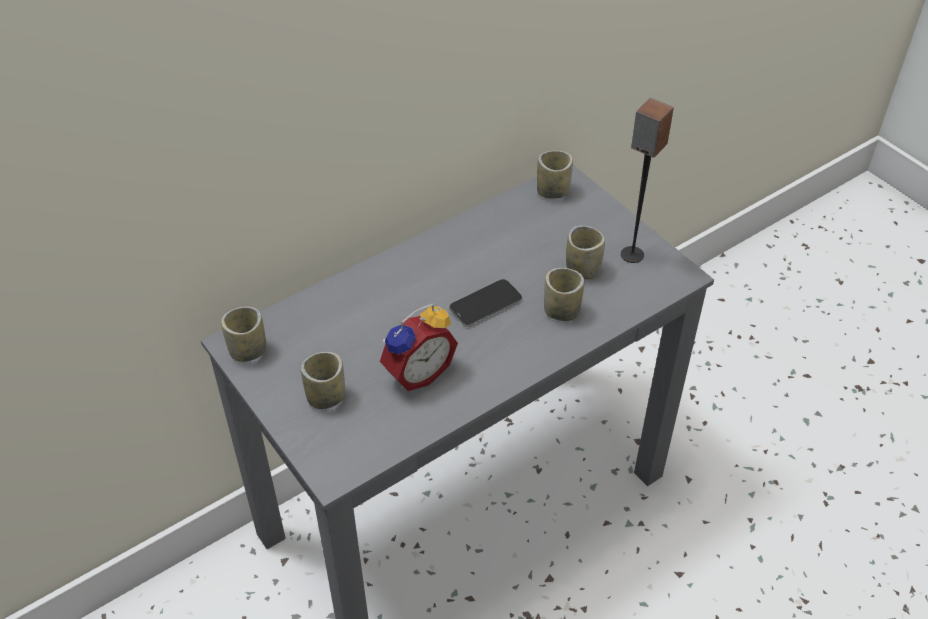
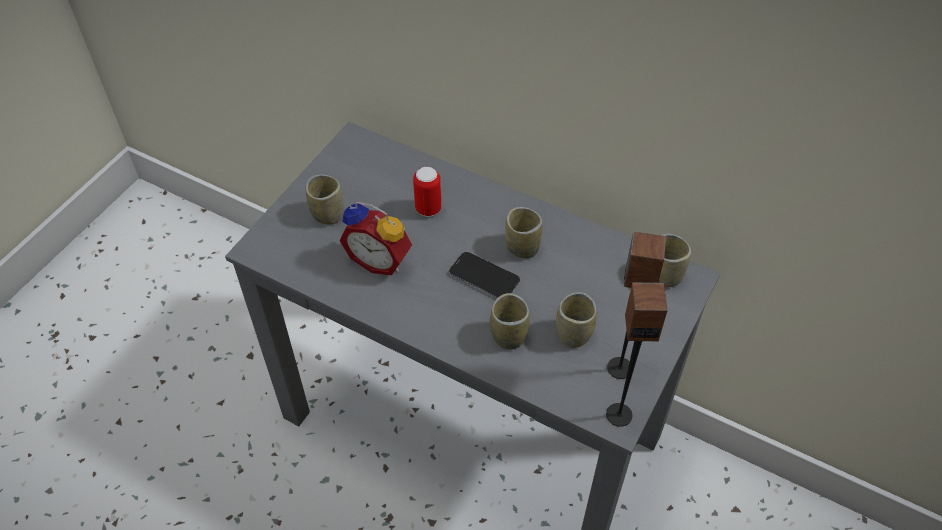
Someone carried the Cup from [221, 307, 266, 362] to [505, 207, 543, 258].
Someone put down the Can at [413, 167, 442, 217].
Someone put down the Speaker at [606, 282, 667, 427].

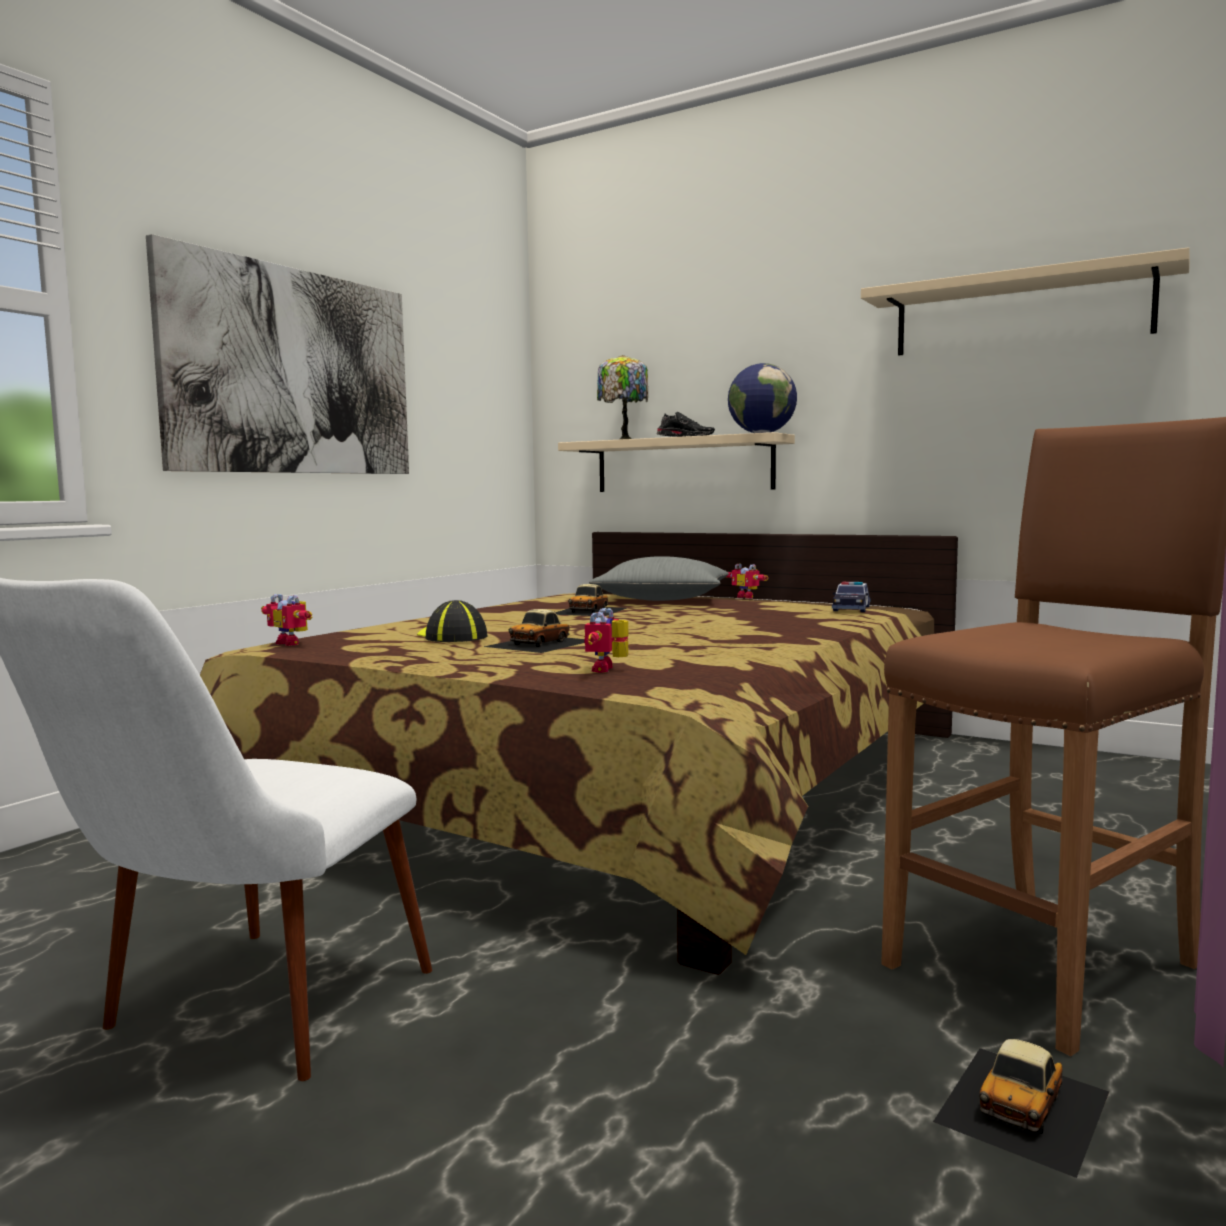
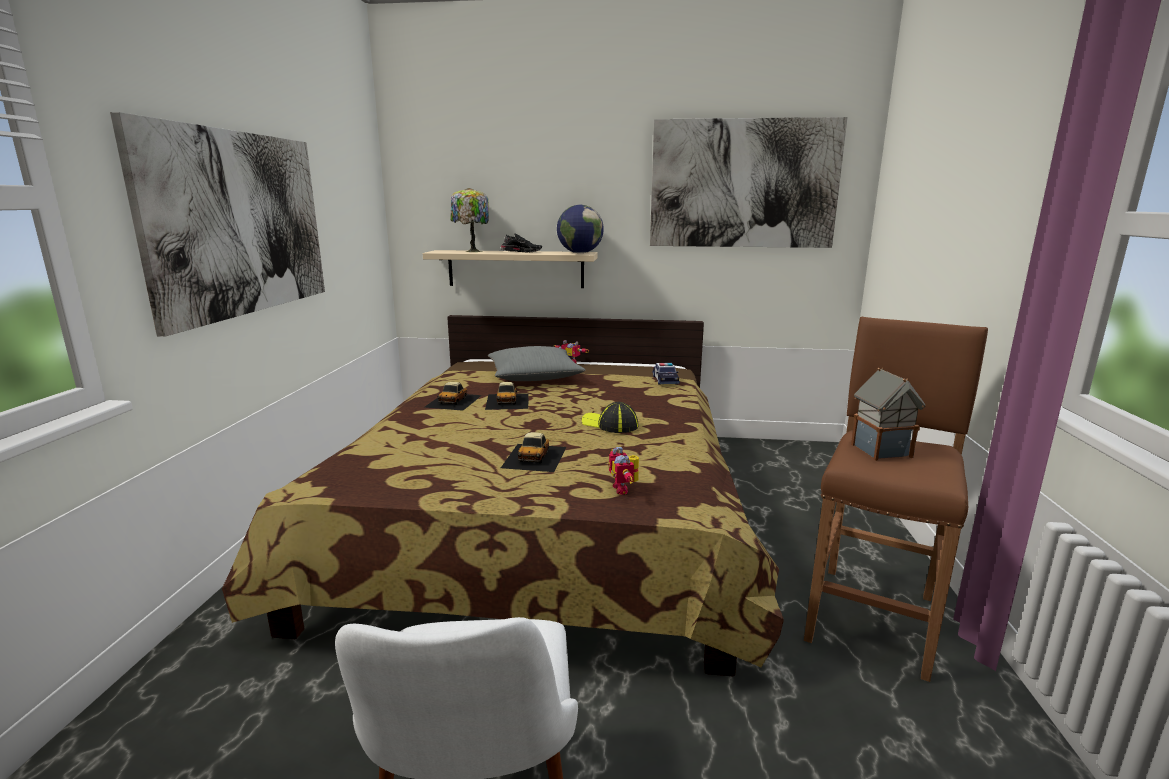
Someone swapped the BeigeShelf at [861, 247, 1190, 356] for the Picture at [650, 117, 848, 248].
Someone took away the ToyRobot at [261, 594, 313, 646].
Someone carried the Cap from [417, 600, 487, 642] to [582, 402, 638, 433].
Someone carried the ToyCar from [933, 1039, 1109, 1178] to [424, 382, 482, 411].
Someone put down the ToyHouse at [851, 368, 925, 461].

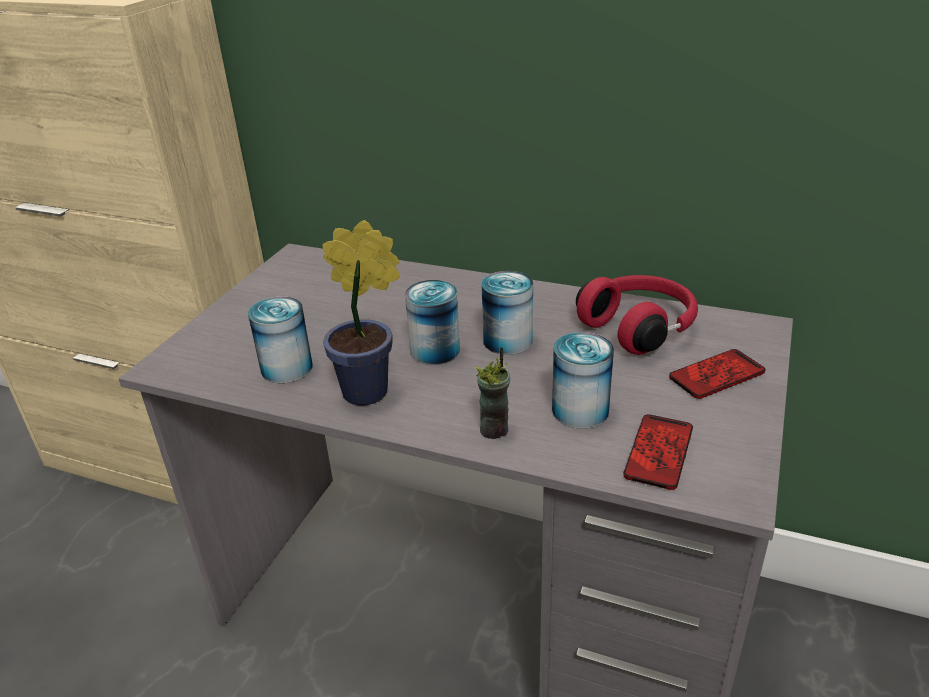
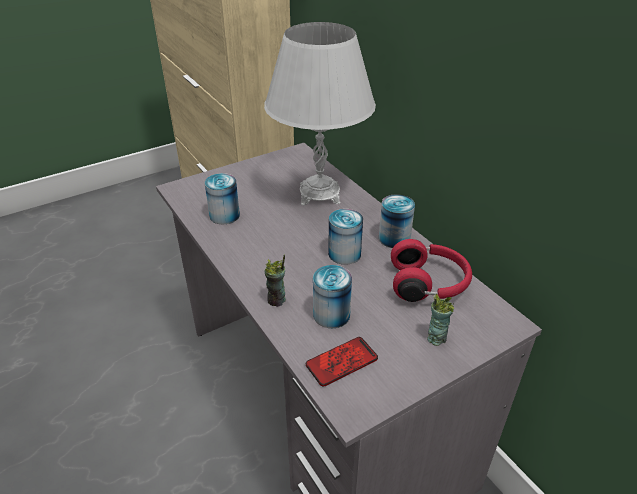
Someone took away the PottedPlant at [322, 220, 400, 405].
Someone carried the Can from [405, 280, 460, 365] to [379, 194, 415, 248].
Someone swapped the Phone at [669, 349, 765, 399] for the Cup at [427, 294, 454, 346].
Someone put down the WhiteTableLamp at [264, 22, 376, 205].

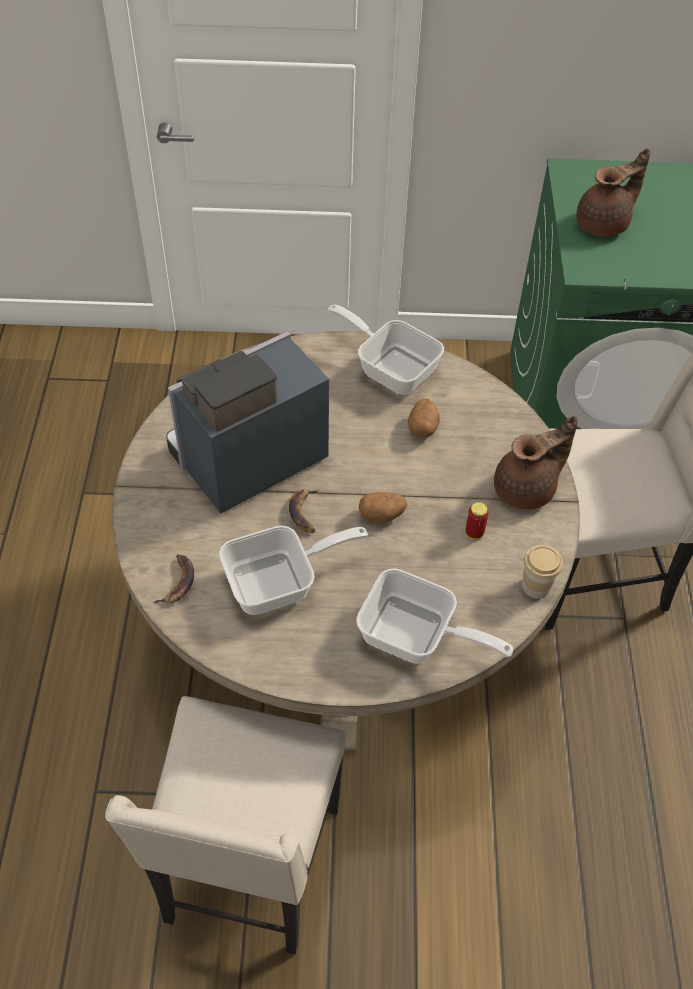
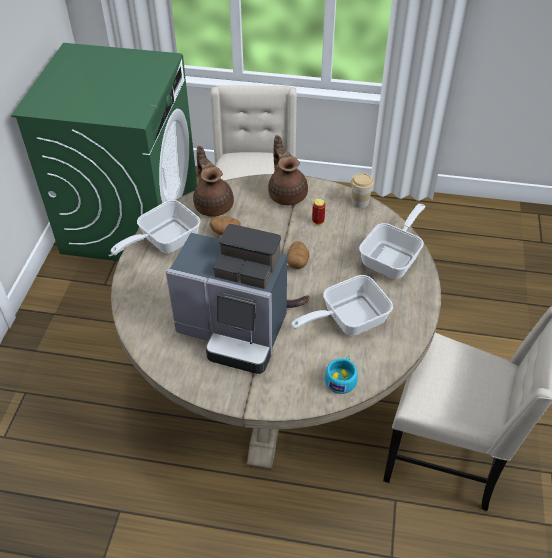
Someone carried the BrownTeapot from [576, 148, 650, 237] to [193, 146, 234, 217].
Someone rotated the CoffeeMachine at [166, 331, 329, 514] by 45 degrees counterclockwise.
Someone rotated the FryingPan at [219, 526, 368, 615] by 105 degrees counterclockwise.
Someone swapped the Banana at [152, 555, 194, 603] for the TurquoiseCup at [325, 356, 358, 394].

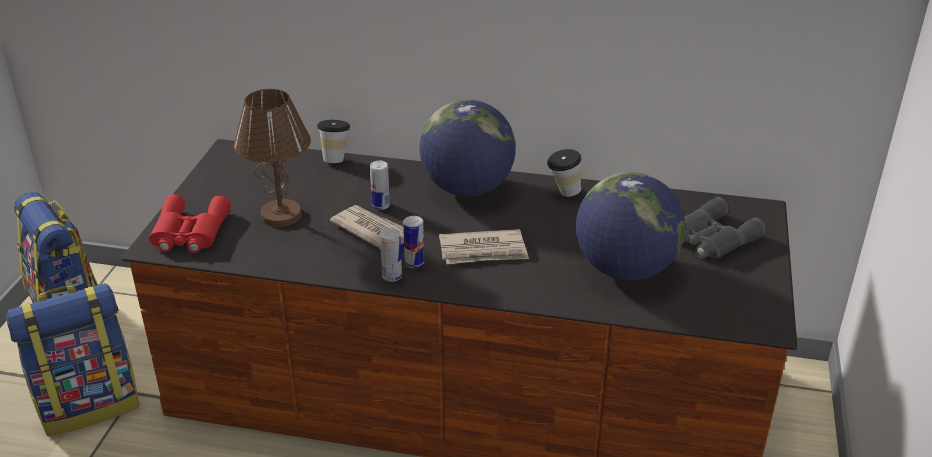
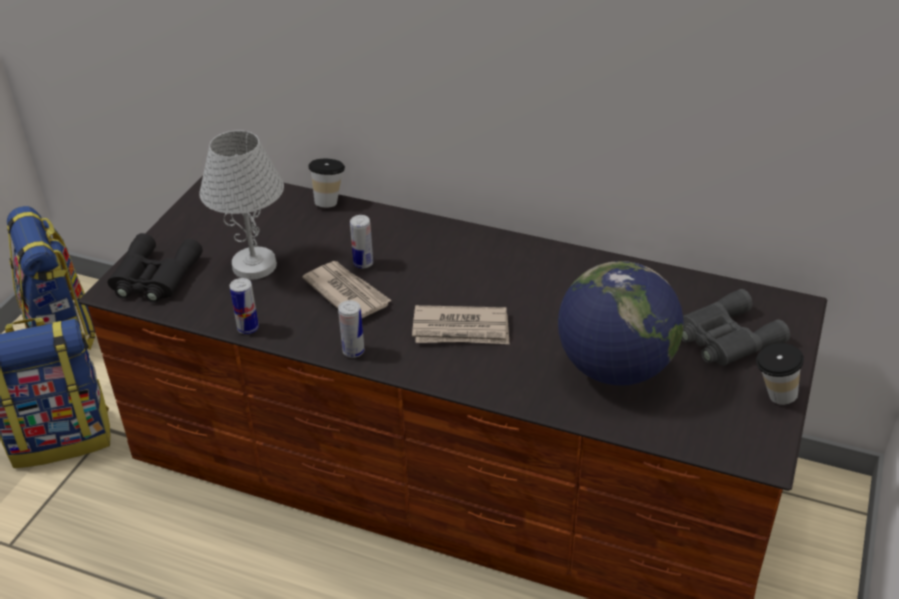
Someone repainted the BrownTableLamp at [234, 89, 311, 227], which became the WhiteTableLamp at [199, 130, 284, 280].
Someone took away the Globe at [419, 100, 516, 197].
Someone carried the Cup from [547, 149, 581, 197] to [756, 343, 804, 405].
Someone repainted the RedBinoculars at [149, 194, 231, 253], which became the BlackBinoculars at [108, 233, 203, 303].
Someone carried the Can from [403, 216, 424, 268] to [230, 278, 259, 334].

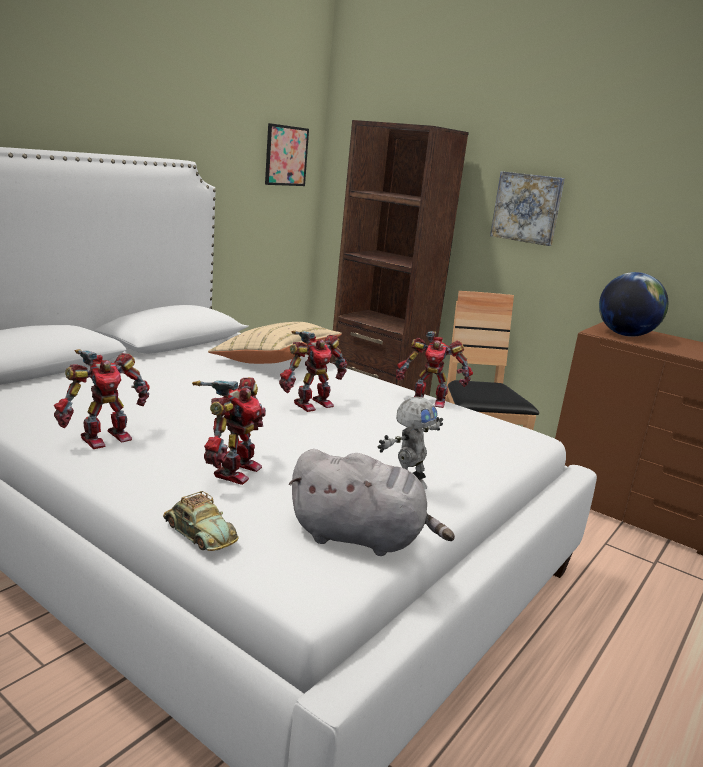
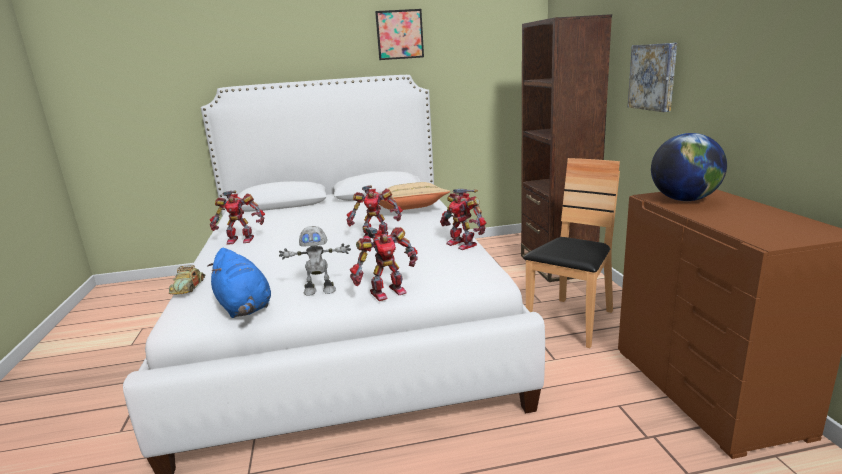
Someone carried the Picture from [265, 123, 309, 186] to [375, 9, 424, 60].
Someone carried the ToyRobot from [192, 377, 266, 485] to [350, 226, 417, 301].
Someone repainted the GreyPlushToy at [289, 449, 455, 556], which became the BluePlushToy at [207, 248, 271, 318].

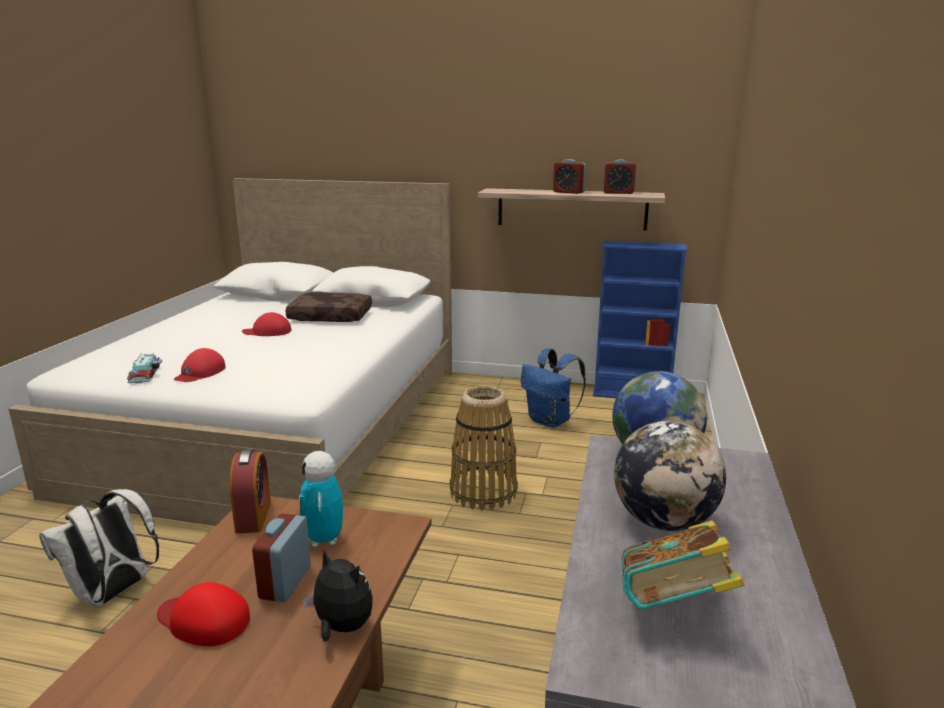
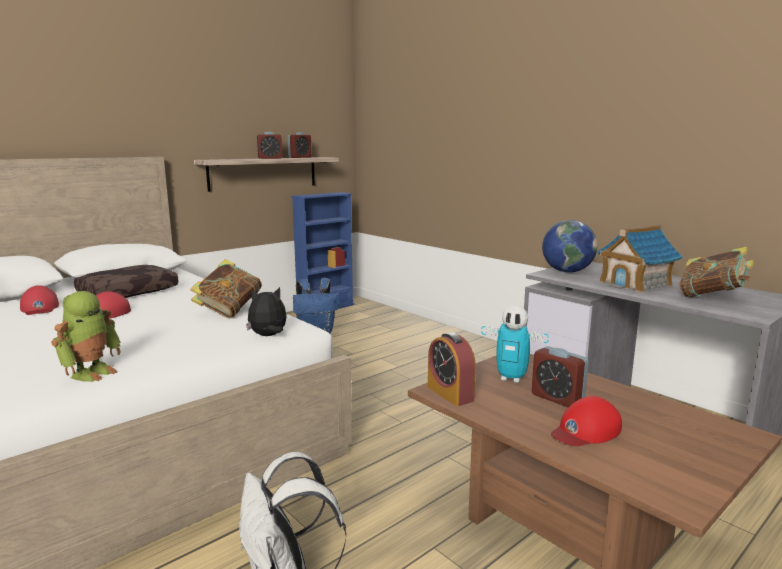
Someone carried the RedCap from [174, 348, 226, 382] to [20, 285, 59, 315].
Someone swapped the ToyCar at [127, 353, 163, 384] for the ToyRobot at [51, 291, 121, 382].
Someone took away the Basket at [450, 386, 518, 510].
Someone swapped the Globe at [614, 421, 726, 531] for the ToyHouse at [597, 225, 683, 292].
Someone rotated the AlarmClock at [230, 449, 271, 534] by 150 degrees counterclockwise.
Someone carried the PlushToy from [303, 550, 373, 642] to [246, 287, 287, 336].
Someone put down the Book at [190, 259, 262, 318].

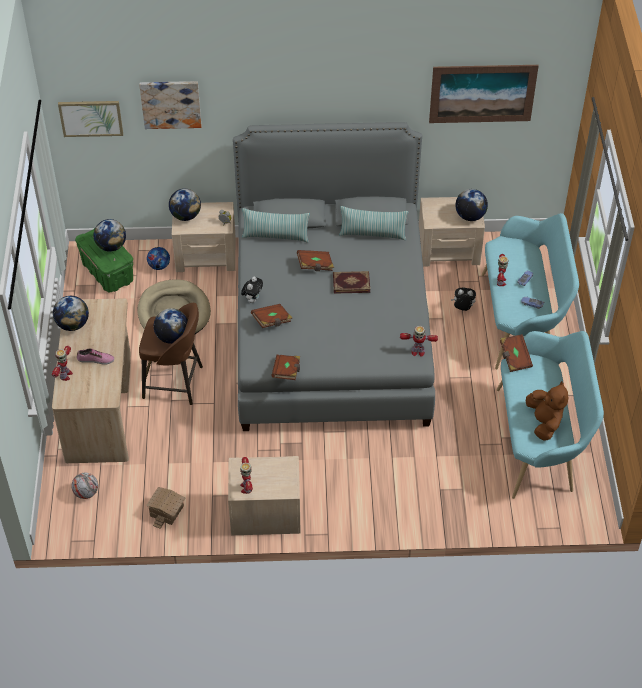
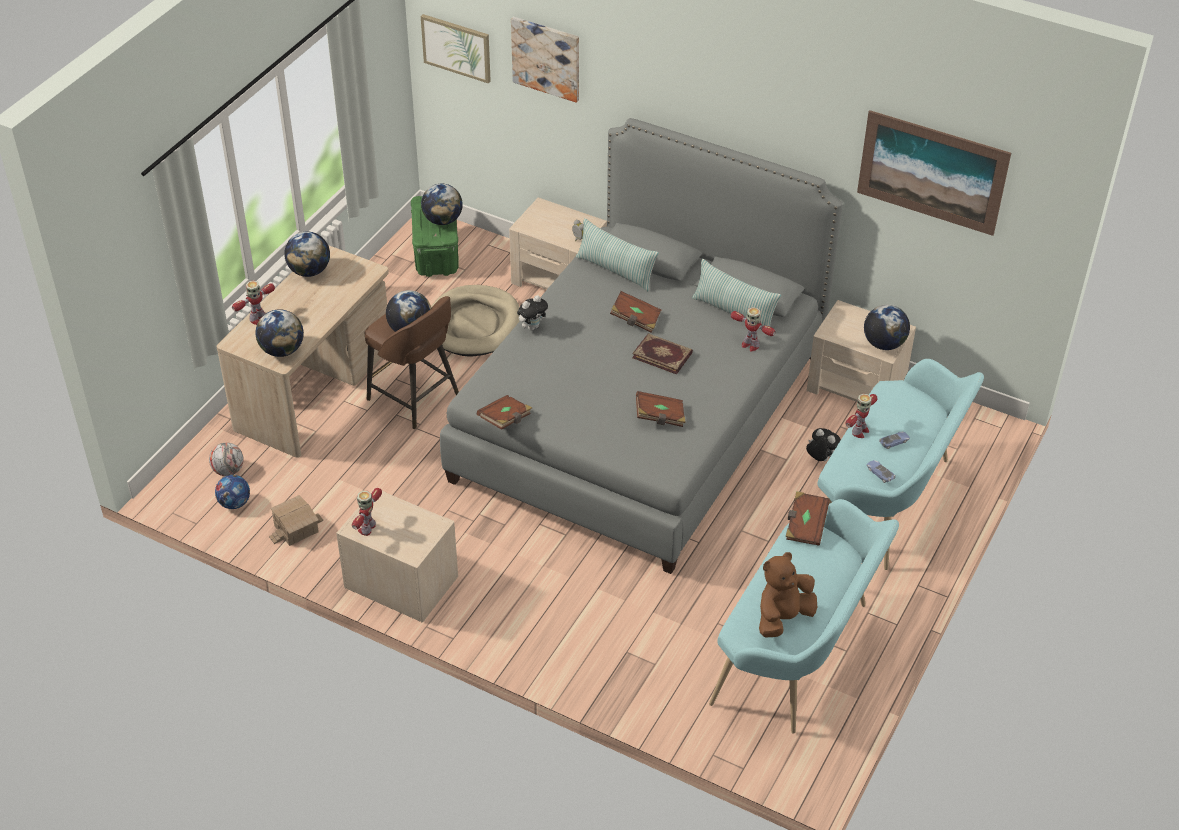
Someone carried the Globe from [169, 189, 201, 221] to [256, 309, 304, 357].
Someone carried the Football from [147, 247, 170, 270] to [215, 475, 250, 509].
Someone carried the BrownBook from [251, 304, 292, 328] to [636, 391, 686, 427].
Someone carried the ToyRobot from [400, 326, 438, 357] to [731, 307, 776, 352].
Someone took away the Shoe at [77, 348, 114, 364].
Someone rotated the BrownPlushToy at [526, 381, 568, 440] by 150 degrees counterclockwise.

